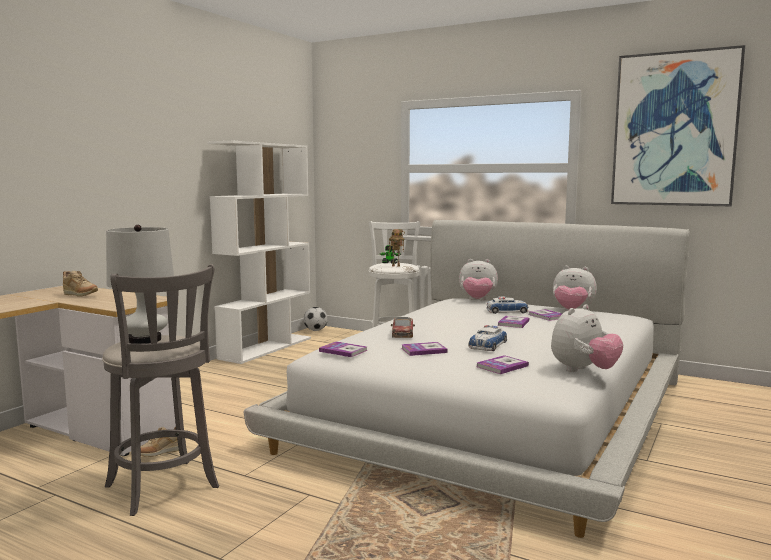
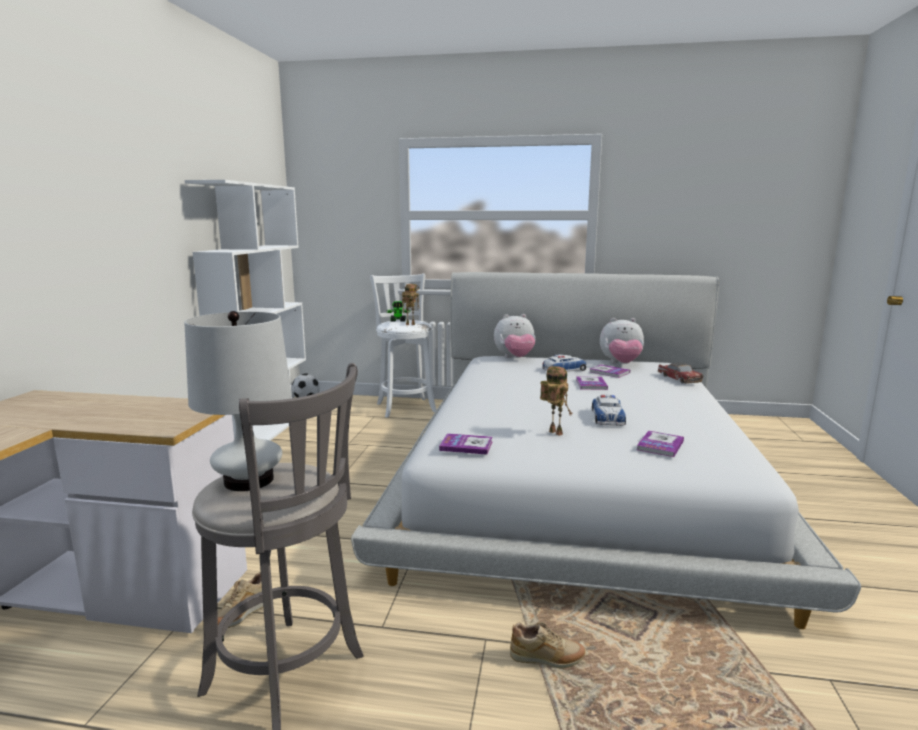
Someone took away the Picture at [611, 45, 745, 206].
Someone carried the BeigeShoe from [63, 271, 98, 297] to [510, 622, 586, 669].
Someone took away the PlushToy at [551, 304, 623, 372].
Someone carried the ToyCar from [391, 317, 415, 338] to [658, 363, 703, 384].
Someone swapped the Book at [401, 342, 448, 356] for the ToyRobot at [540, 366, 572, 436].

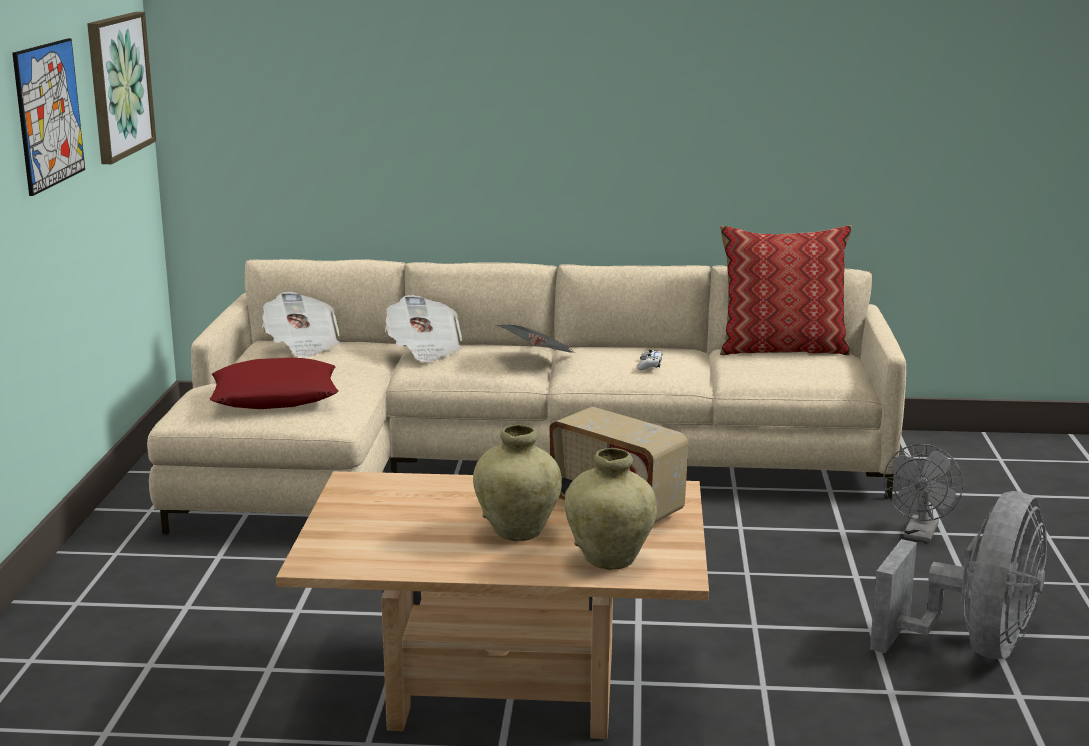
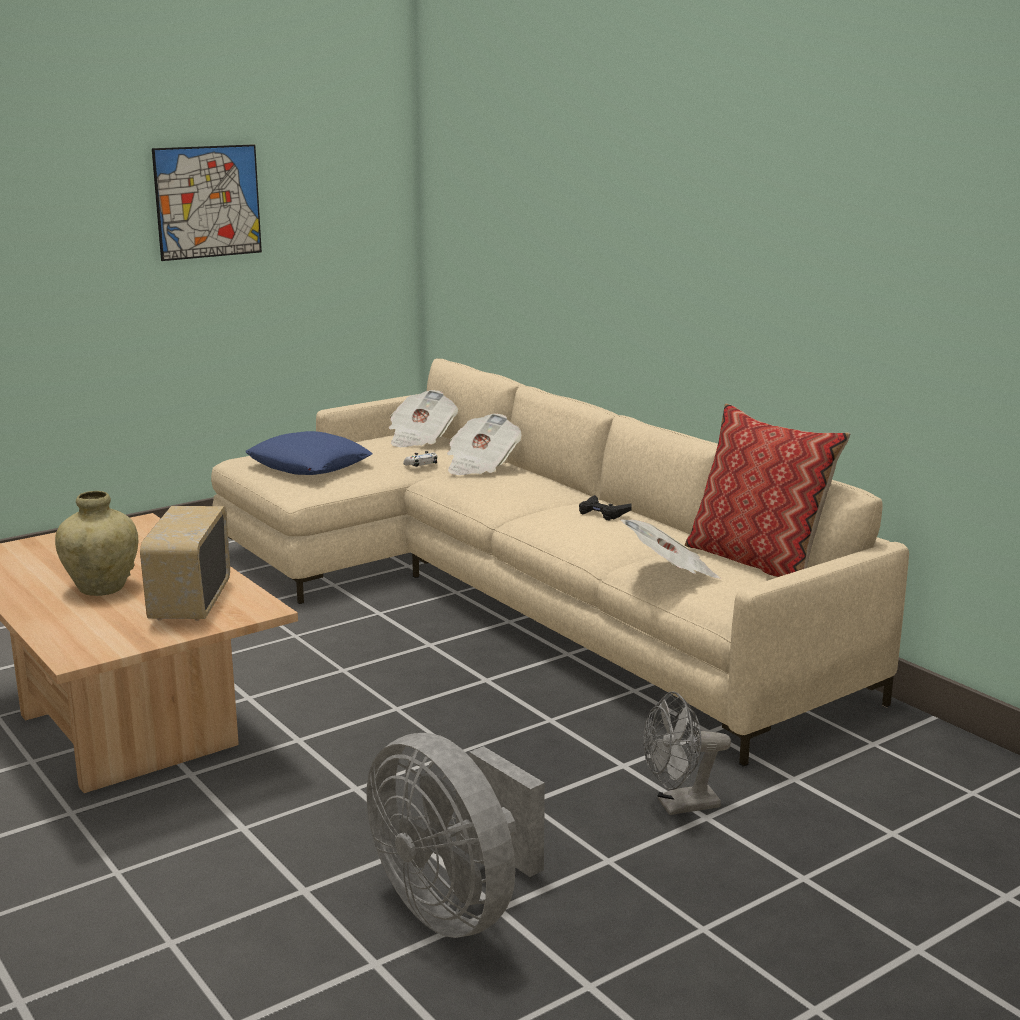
Someone took away the Picture at [87, 12, 156, 164].
Someone carried the Newspaper from [496, 324, 573, 353] to [620, 519, 721, 579].
Someone carried the WhiteGameController from [637, 350, 662, 370] to [403, 451, 437, 467].
Someone repainted the RedPillow at [210, 358, 339, 409], which became the BluePillow at [245, 431, 372, 475].
Someone took away the BeigeVase at [565, 448, 657, 570].
Someone rotated the GreyFan at [870, 491, 1047, 659] by 60 degrees clockwise.
Someone put down the BlackGameController at [579, 495, 632, 520].

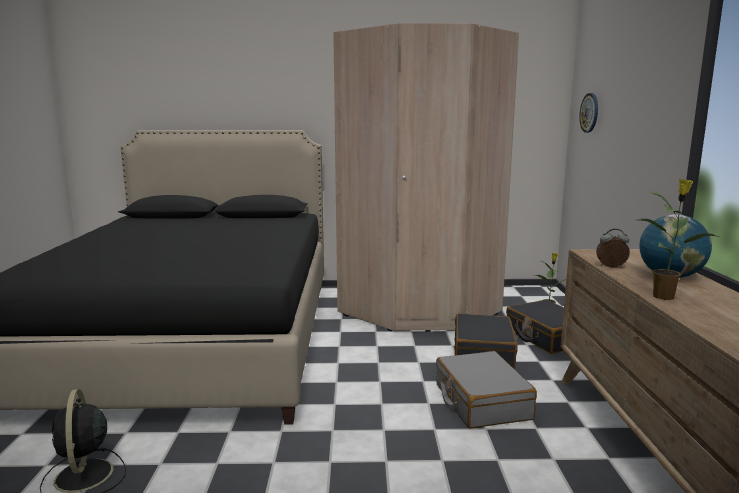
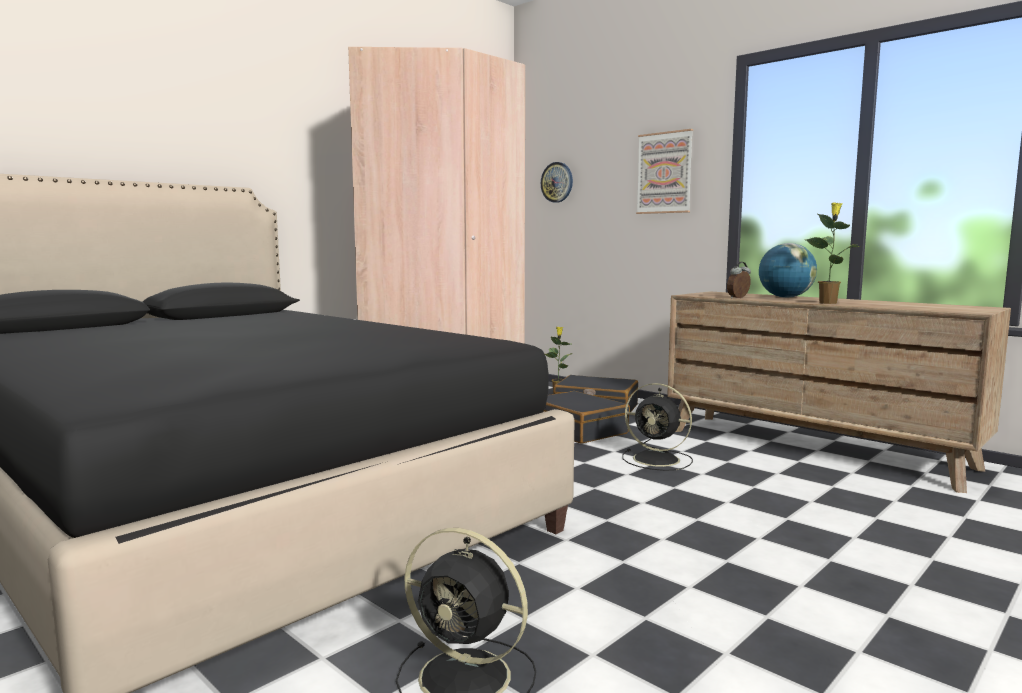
Someone swapped the GreySuitcase at [436, 351, 537, 428] for the BlackFan at [622, 383, 693, 471].
Someone put up the Picture at [636, 129, 693, 214].

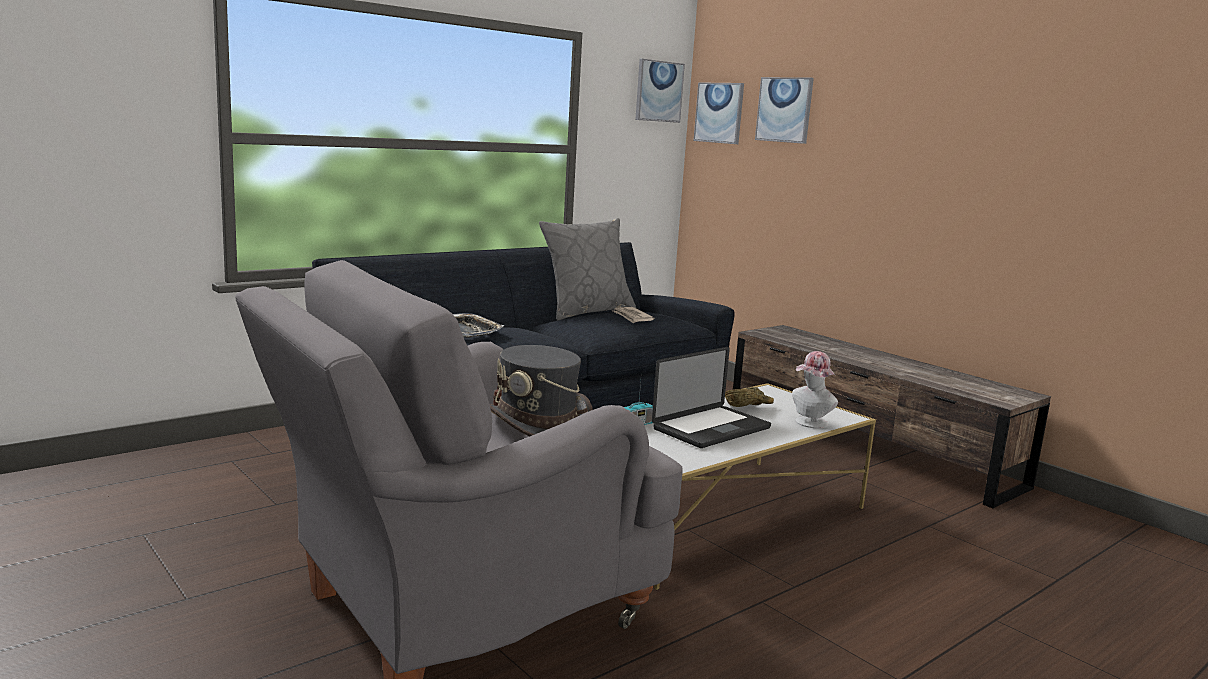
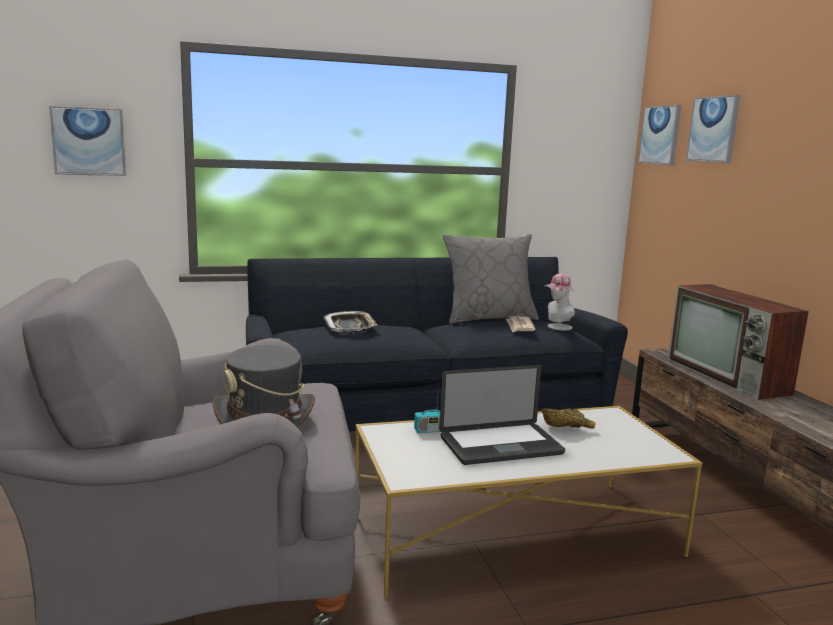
Someone carried the Picture from [635, 59, 685, 123] to [49, 106, 126, 176].
Someone carried the Hat from [792, 351, 838, 428] to [544, 273, 575, 330].
Someone put down the Television at [668, 284, 809, 400].

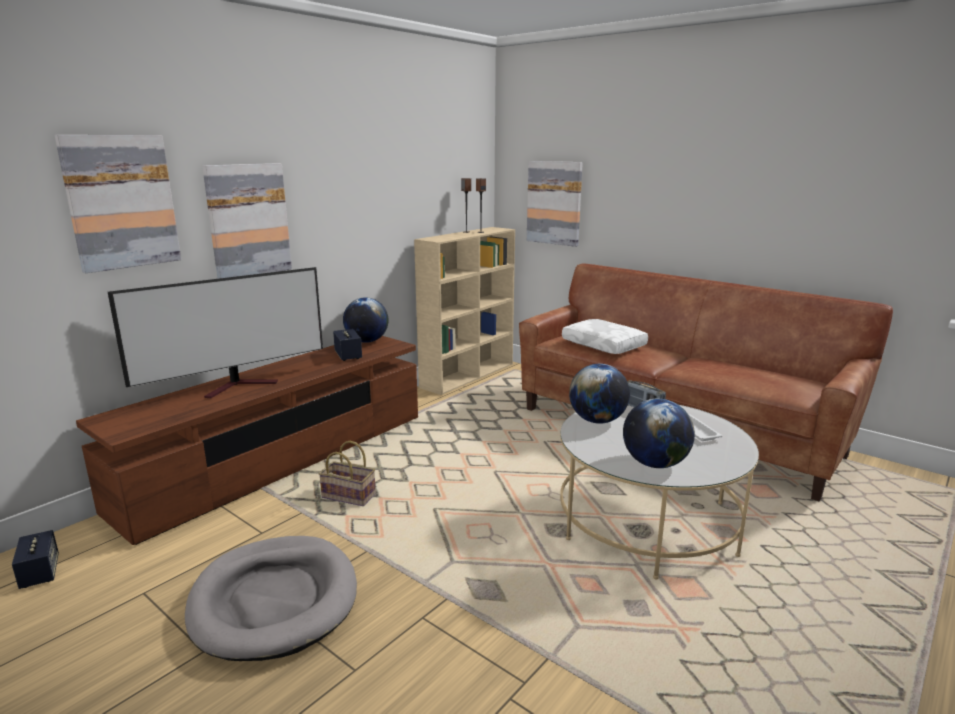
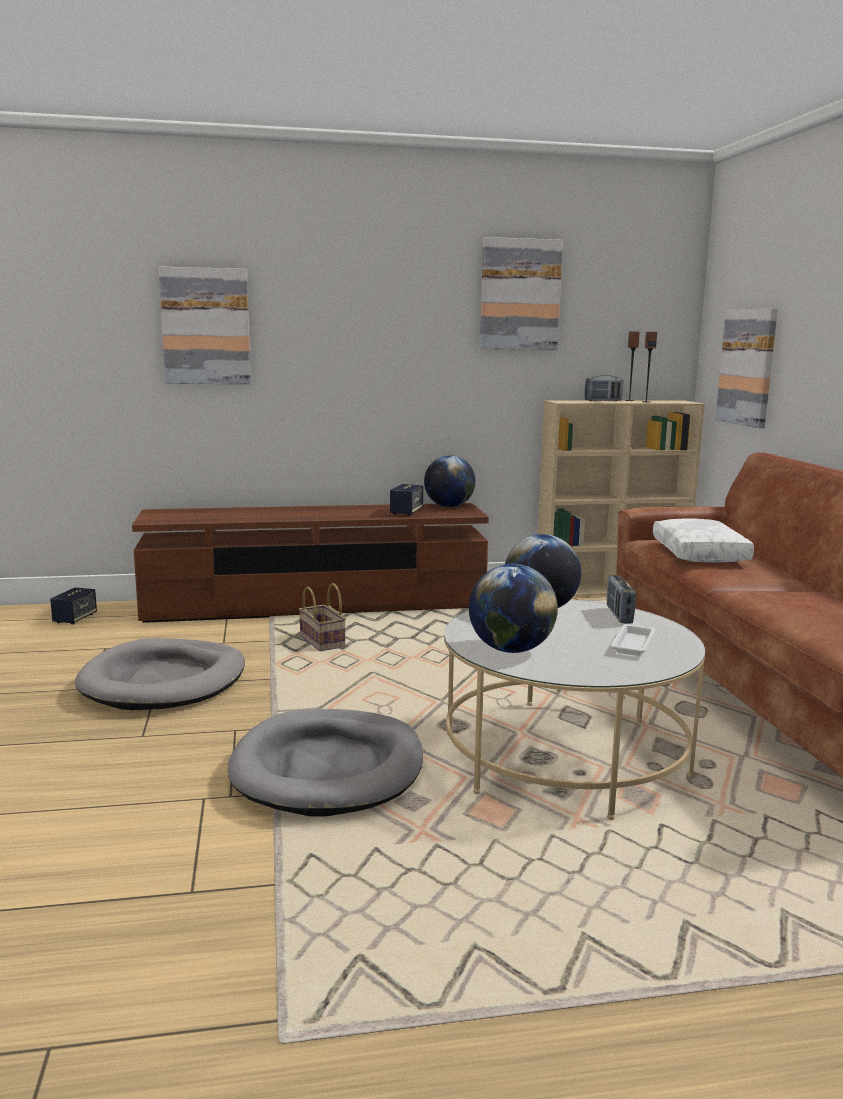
Someone carried the Picture from [202, 163, 292, 279] to [480, 237, 563, 350].
Someone took away the Television at [108, 267, 323, 398].
Someone put down the Radio at [585, 375, 623, 401].
Someone put down the GreyDogBed at [228, 709, 423, 816].

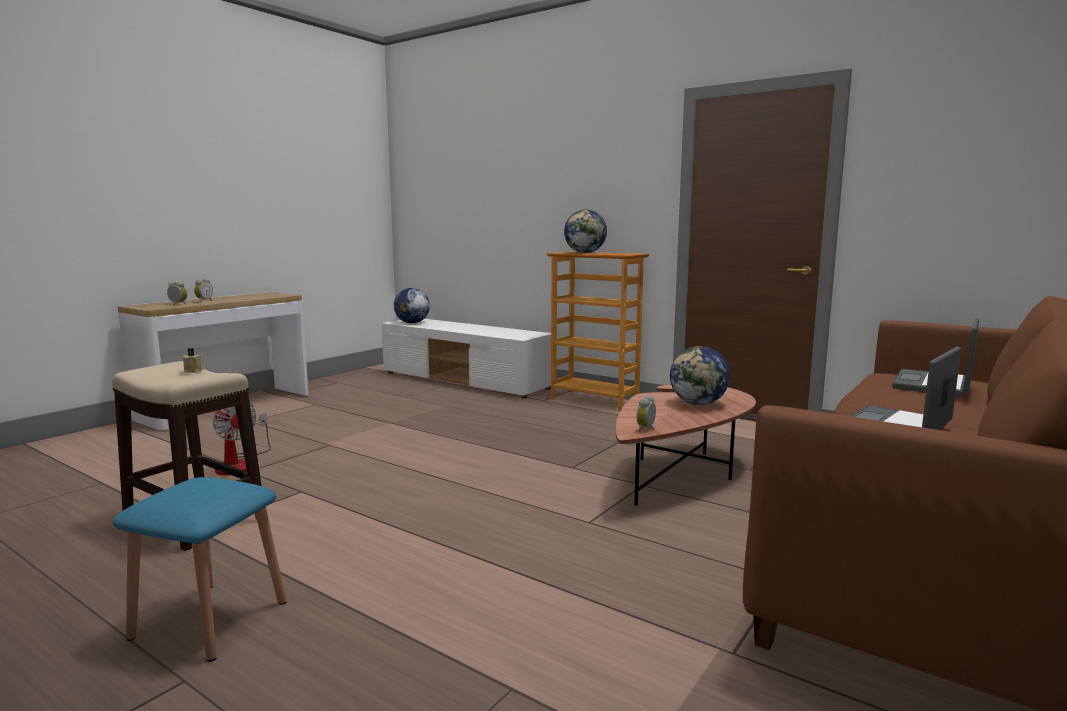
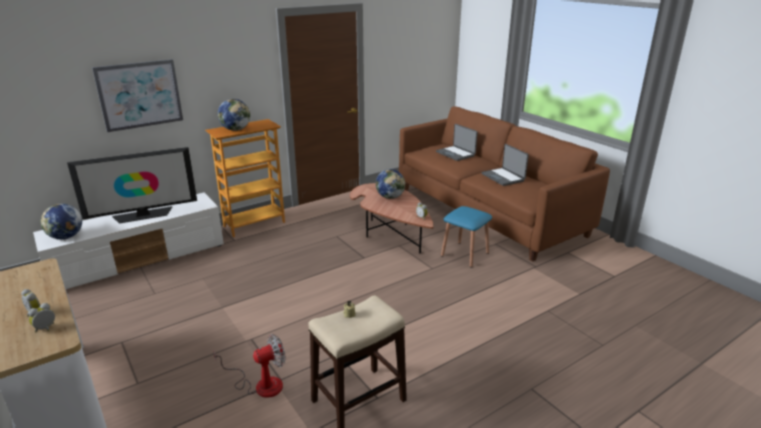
Someone carried the BlueStool from [113, 477, 287, 662] to [441, 206, 492, 267].
Someone put up the Picture at [92, 59, 183, 132].
Someone put down the Television at [67, 147, 197, 224].

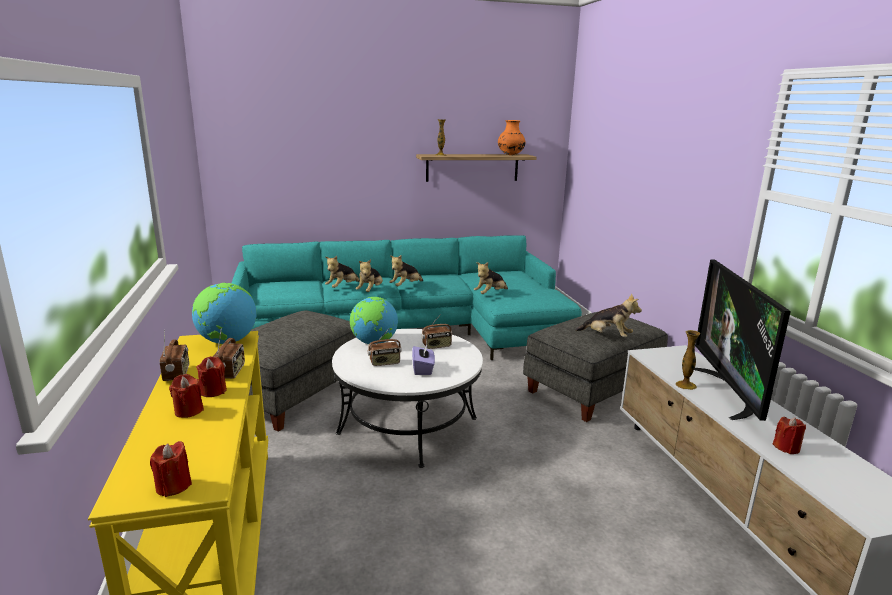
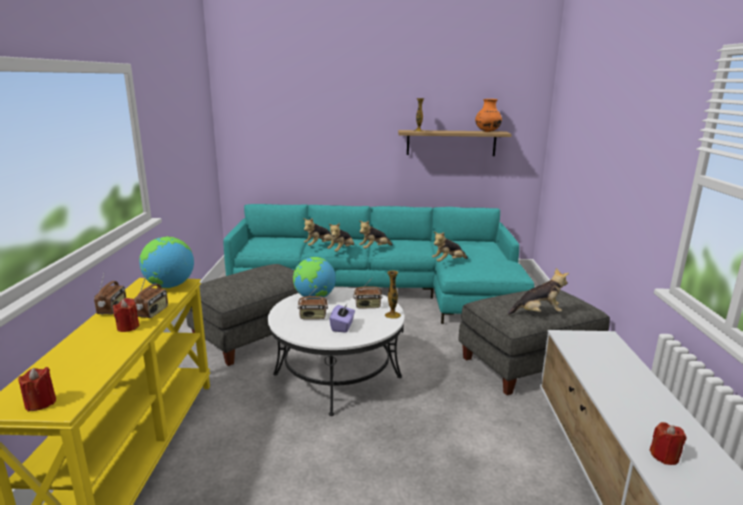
Someone took away the Television at [694, 259, 791, 421].
Someone rotated the PlushToy at [576, 293, 642, 337] by 45 degrees counterclockwise.
Someone carried the Vase from [676, 330, 700, 390] to [385, 270, 401, 319].
Someone took away the RedCandle at [169, 374, 204, 418].

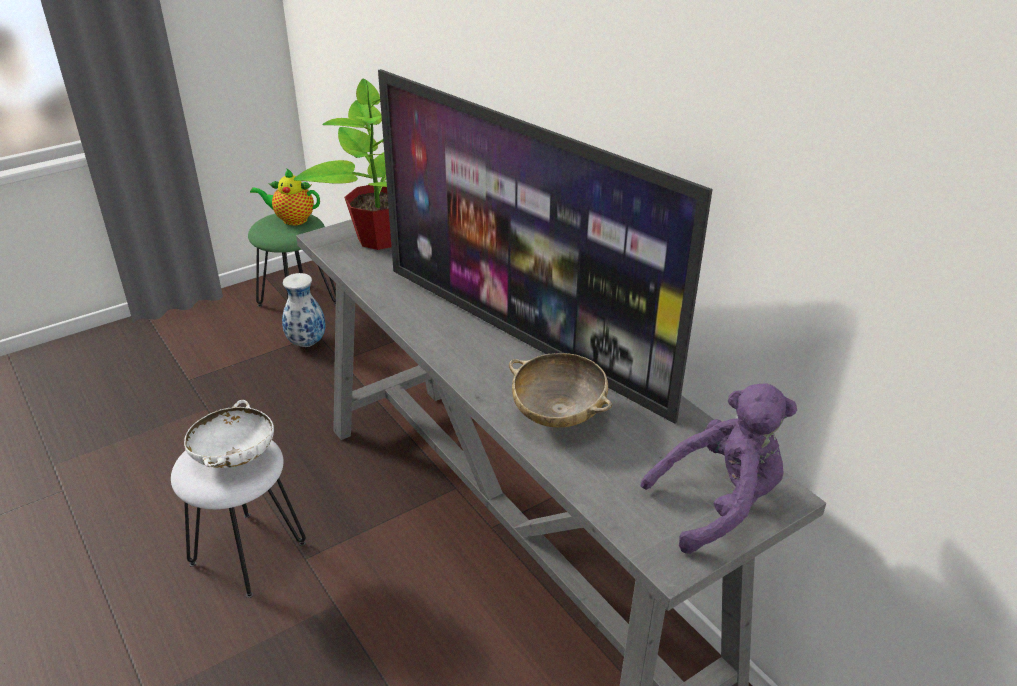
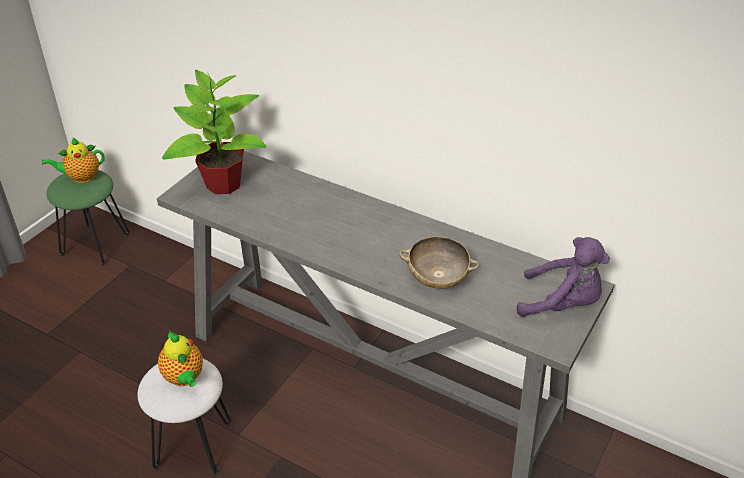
Someone took away the Television at [378, 69, 713, 424].
Someone took away the Vase at [282, 273, 326, 347].
Someone rotated the PurplePlushToy at [641, 383, 797, 554] by 60 degrees clockwise.
Someone swapped the WhiteBowl at [184, 400, 274, 468] for the Teapot at [158, 330, 203, 387].

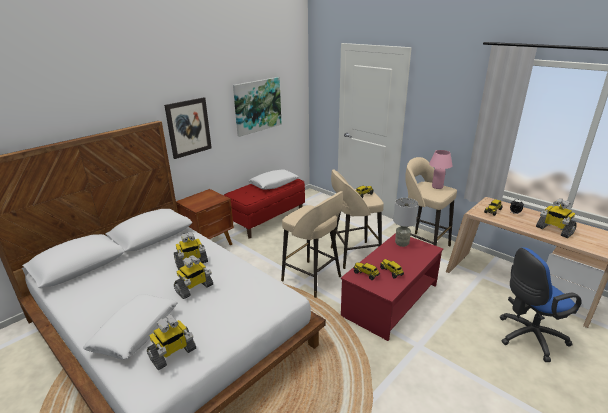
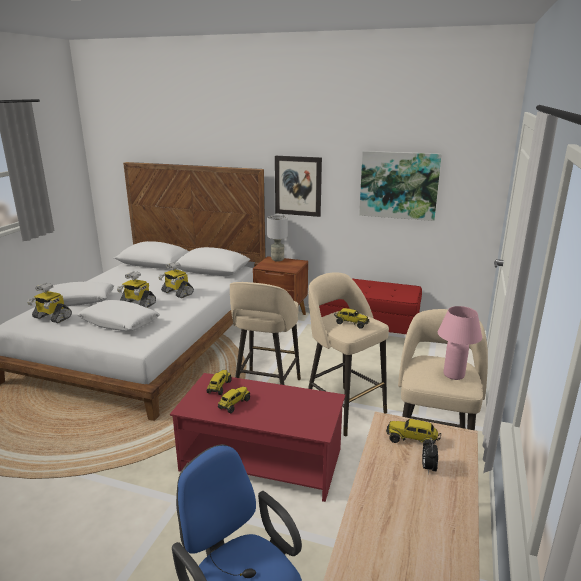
Someone carried the WhitePillow from [249, 170, 299, 190] to [77, 300, 160, 331].
Someone carried the GreyTableLamp from [393, 198, 418, 247] to [267, 215, 288, 262].
Someone took away the ToyRobot at [536, 199, 576, 238].

